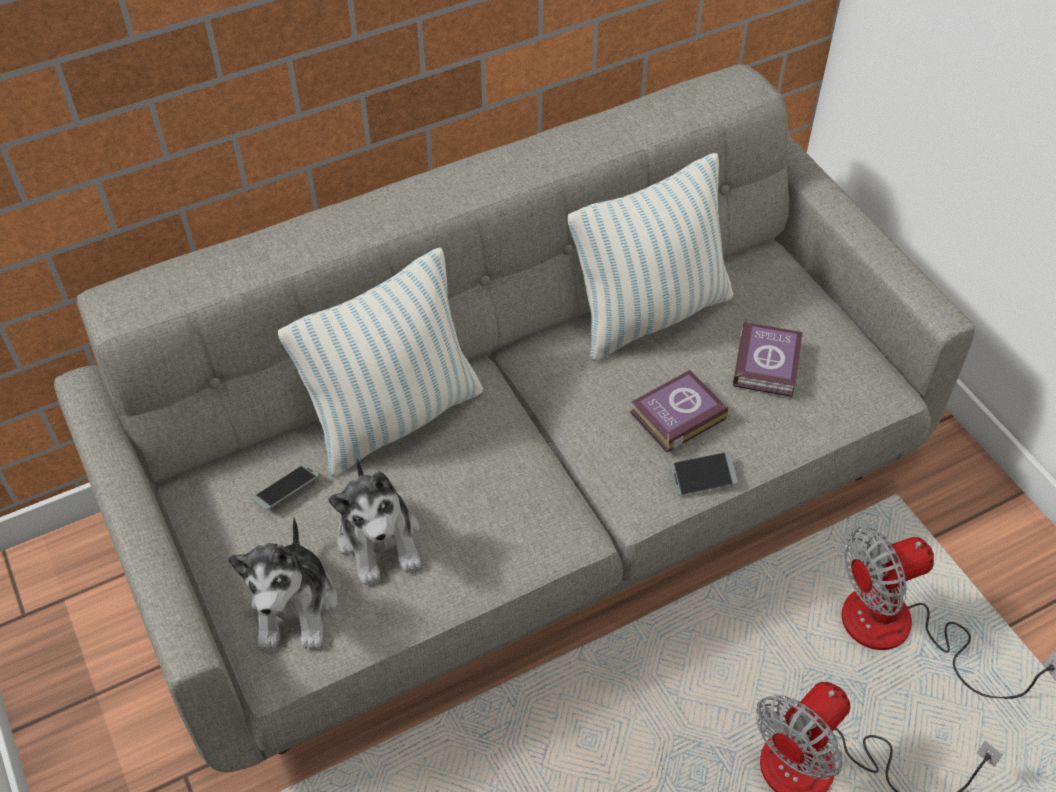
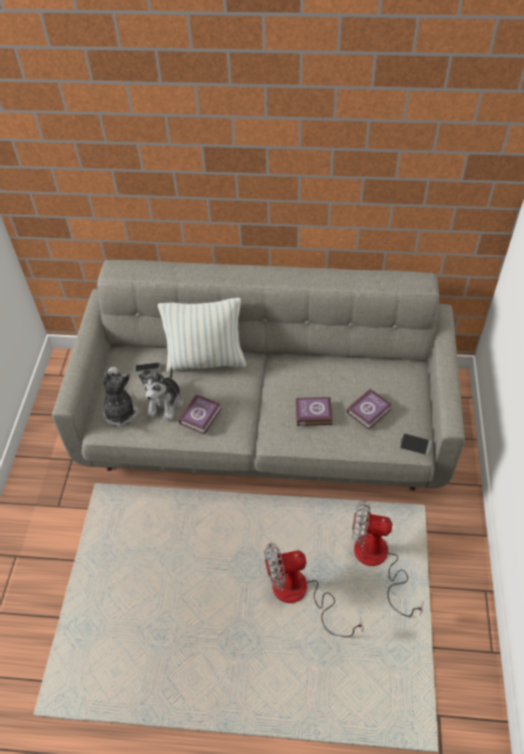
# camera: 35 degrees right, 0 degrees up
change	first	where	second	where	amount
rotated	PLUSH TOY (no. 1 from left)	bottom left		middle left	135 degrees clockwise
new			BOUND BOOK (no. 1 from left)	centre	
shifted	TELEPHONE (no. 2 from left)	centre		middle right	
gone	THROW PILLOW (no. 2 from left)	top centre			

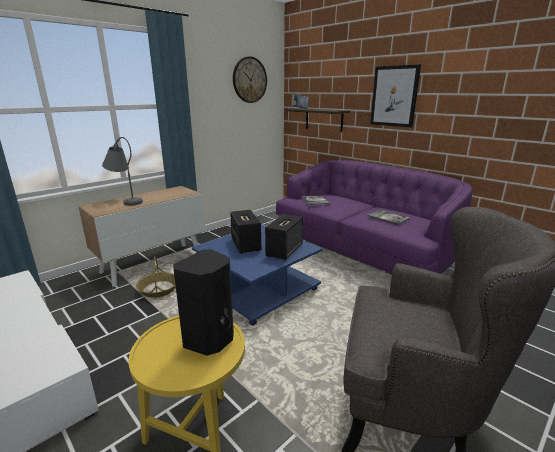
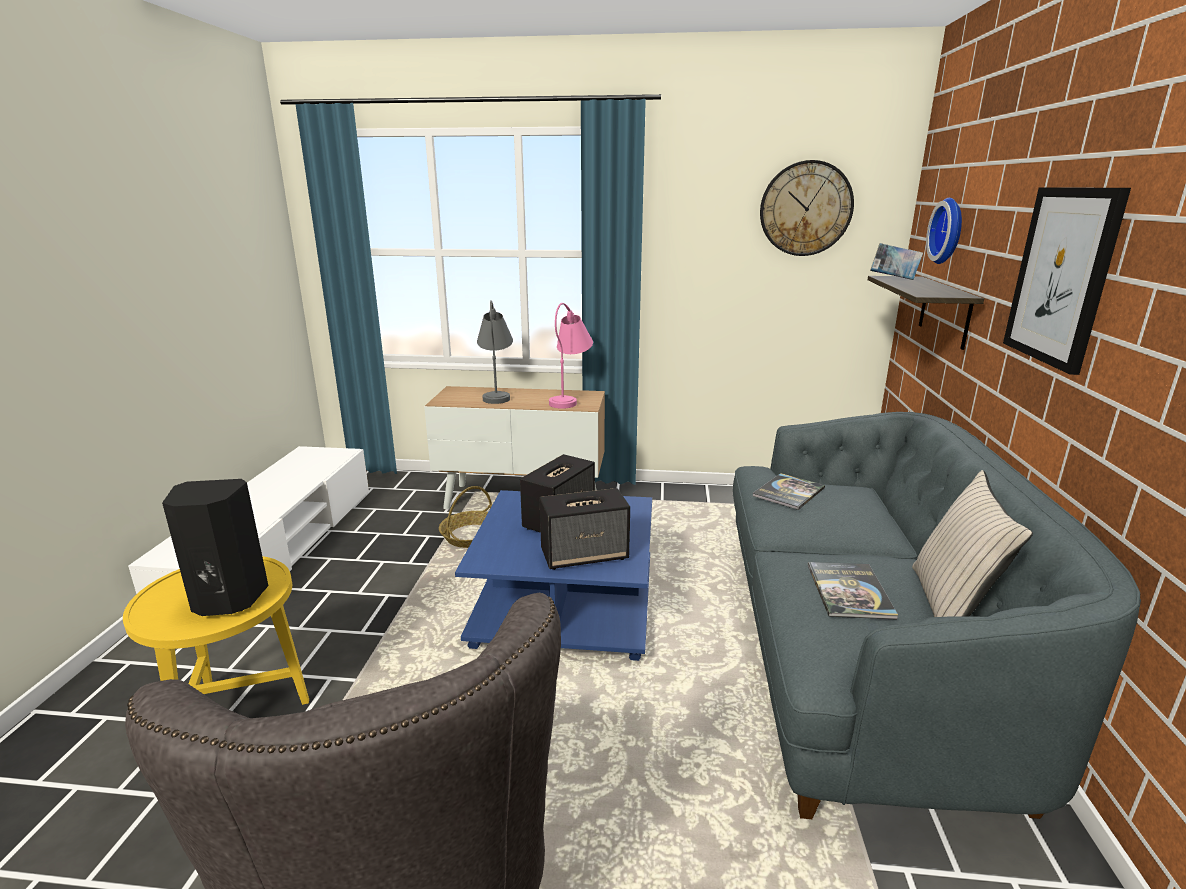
# camera: 50 degrees right, 0 degrees up
change	first	where	second	where	amount
new			PINKISH LAMP FOR A TABLE	centre	
repainted	PURPLE COUCH	middle right	GRAY COUCH	bottom right	
new			BEIGE-COLOURED THROW PILLOW	middle right	
new			HANGING CLOCK (no. 2 from left)	top right	

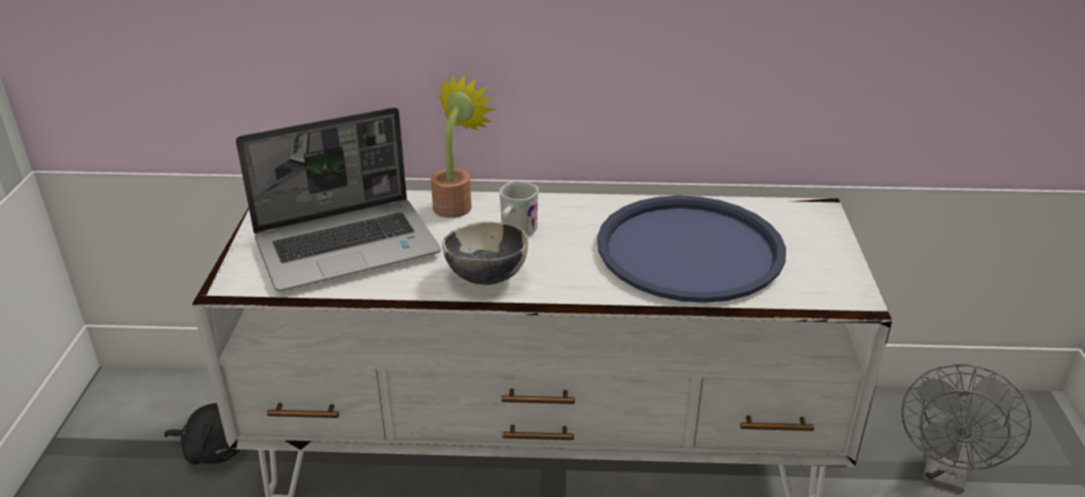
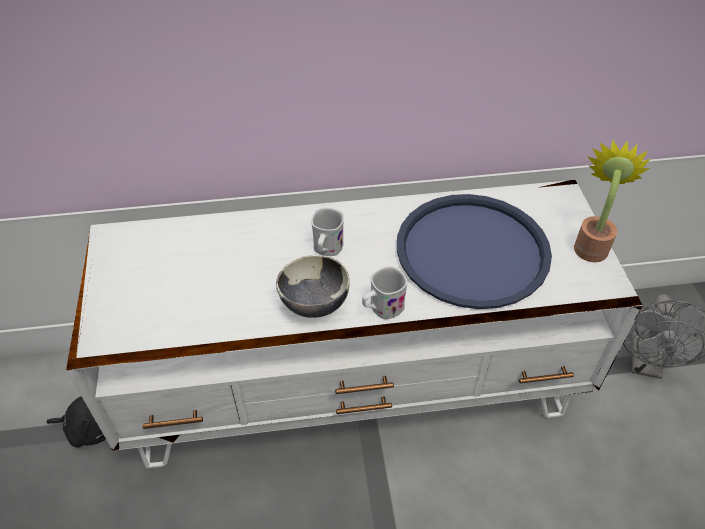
# camera: 10 degrees left, 15 degrees up
change	first	where	second	where	amount
new			WHITE-COLOURED TEA MUG (no. 2 from left)	centre	
shifted	POTTED PLANT	top centre		middle right	
gone	PORTABLE COMPUTER	middle left			

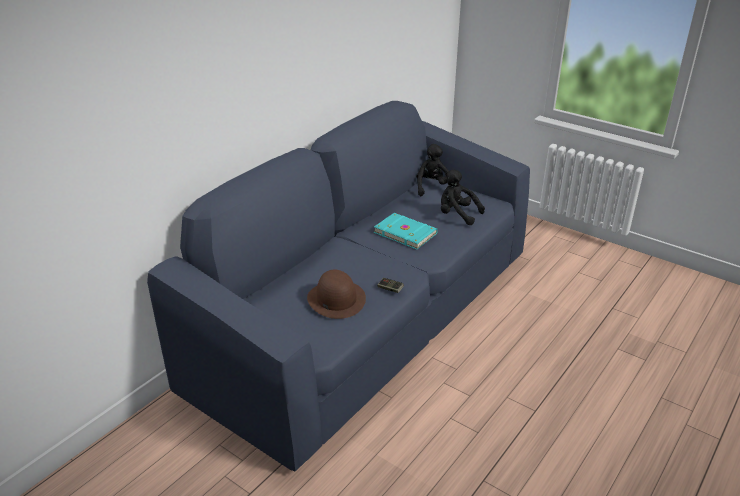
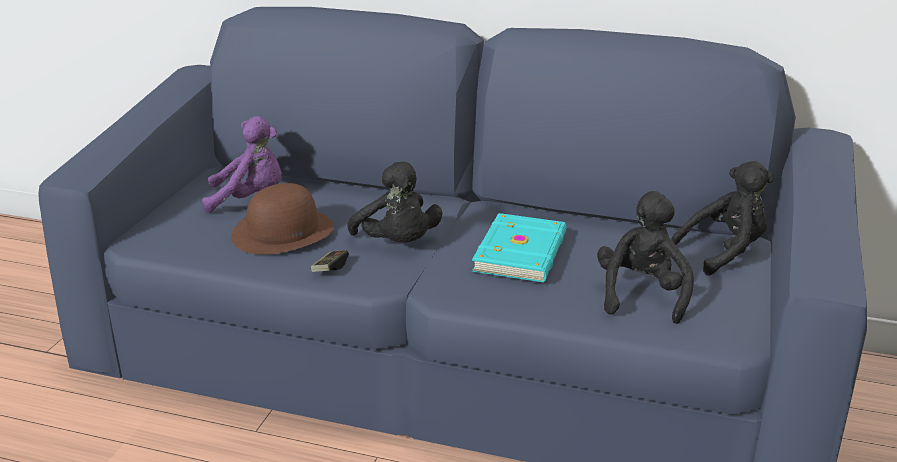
# camera: 70 degrees right, 5 degrees down
change	first	where	second	where	amount
new			PURPLE PLUSH TOY	middle left	
new			BLACKISH PLUSH TOY (no. 1 from left)	centre	

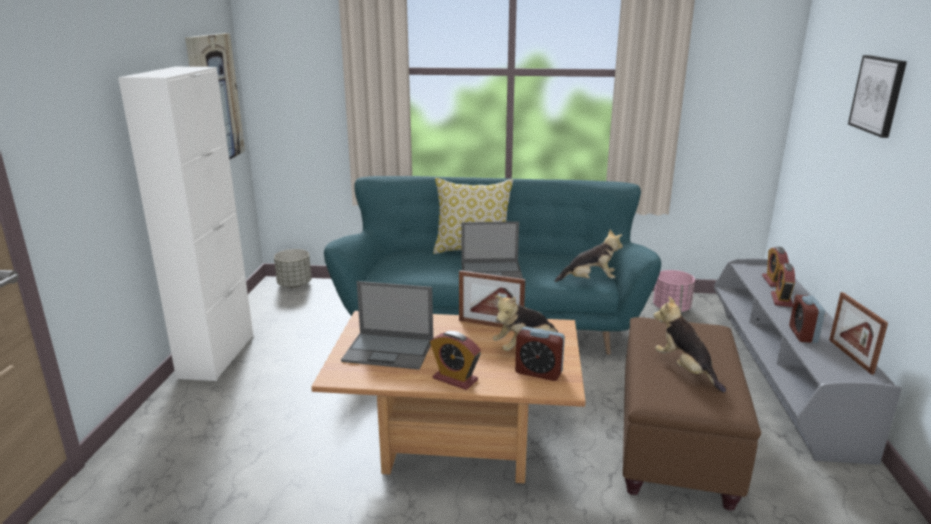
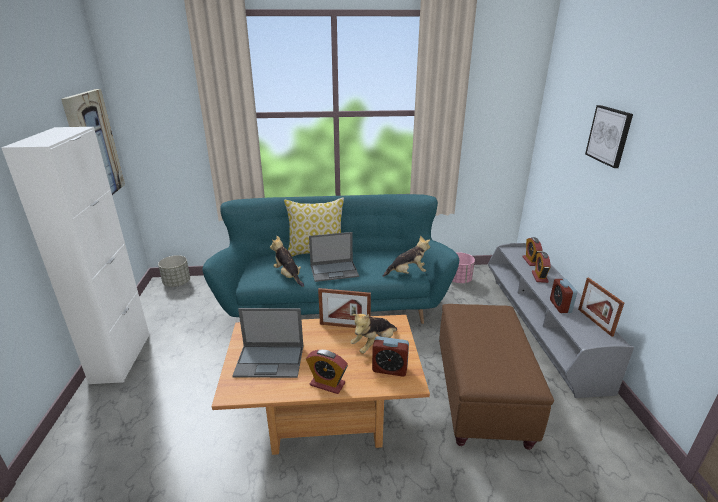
# camera: 10 degrees left, 5 degrees up
change	first	where	second	where	amount
shifted	PLUSH TOY (no. 3 from left in the first image)	middle right	PLUSH TOY (no. 1 from left)	centre	

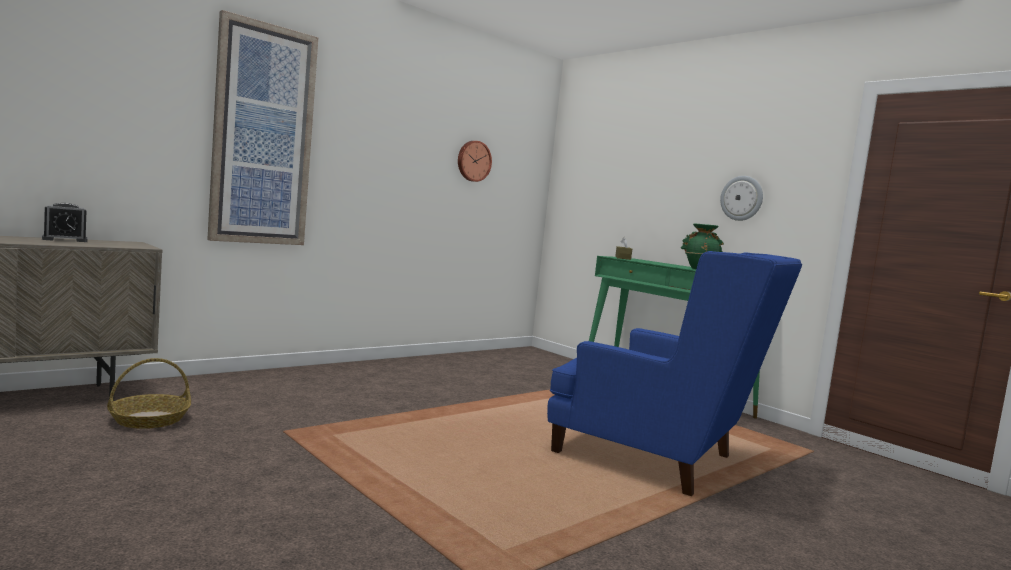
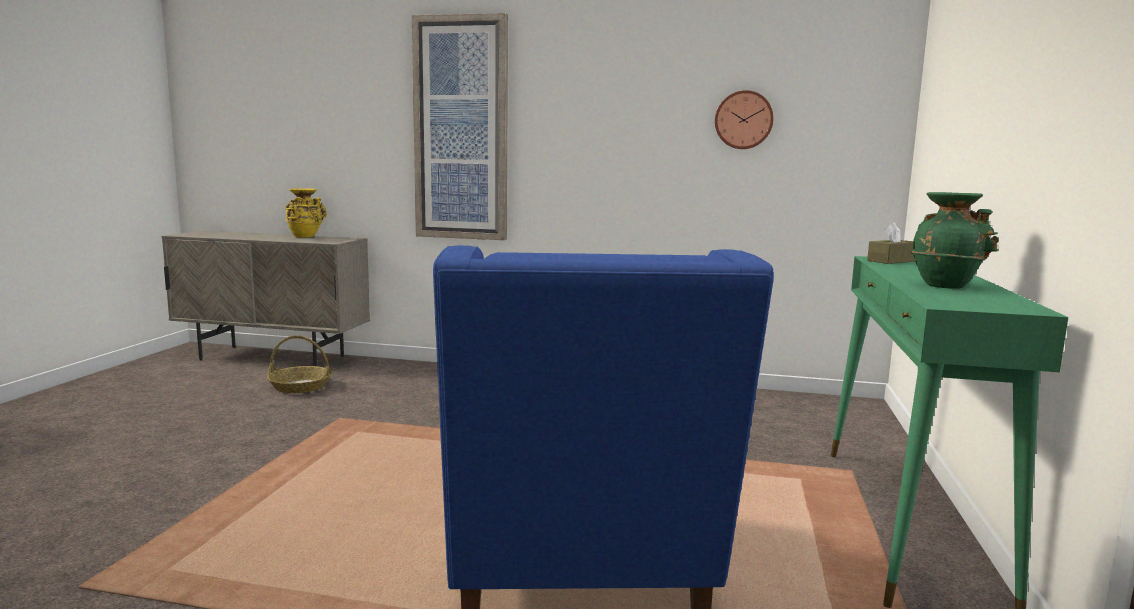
# camera: 55 degrees right, 5 degrees up
change	first	where	second	where	amount
swapped	ALARM CLOCK	middle left	YELLOW DECORATIVE VASE	middle left	
gone	HANGING CLOCK (no. 2 from left)	middle right			

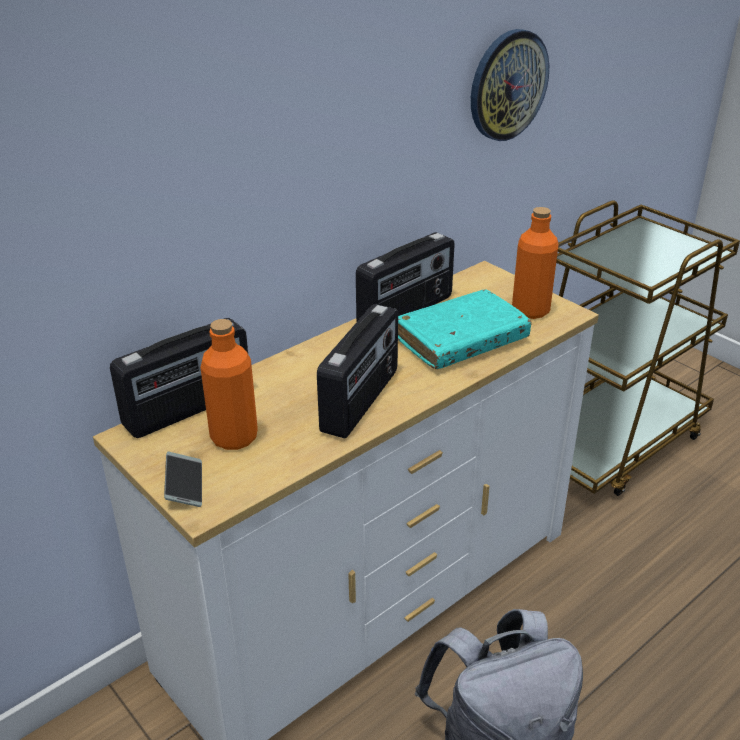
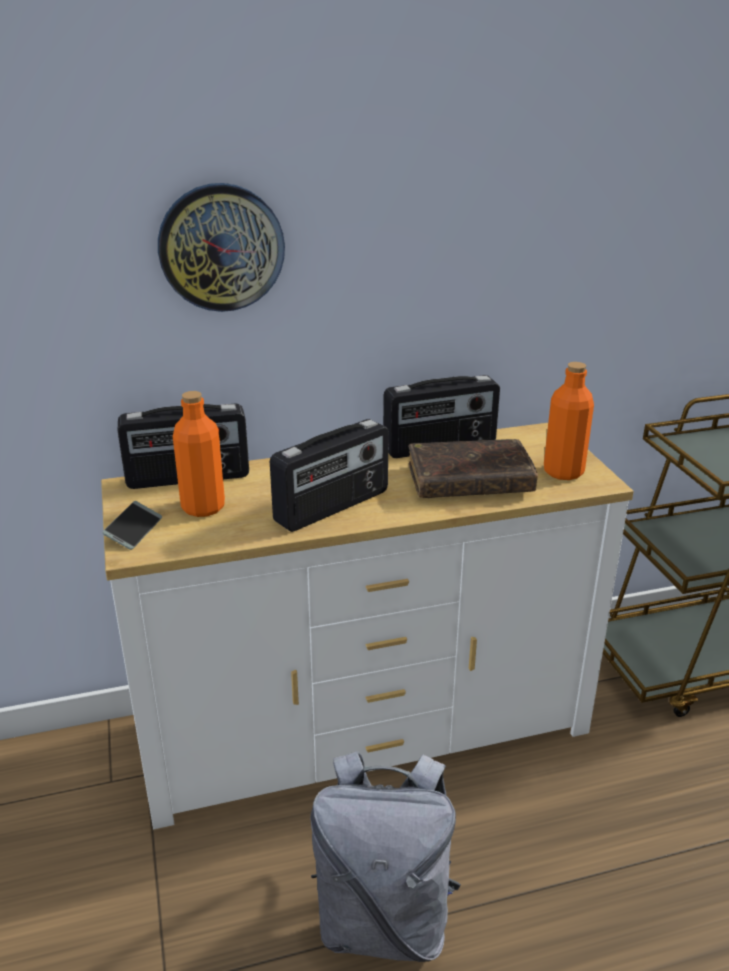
# camera: 25 degrees right, 5 degrees down
change	first	where	second	where	amount
shifted	HANGING CLOCK	top right		top left	
repainted	TURQUOISE BOUND BOOK	centre	BROWN BOUND BOOK	centre	

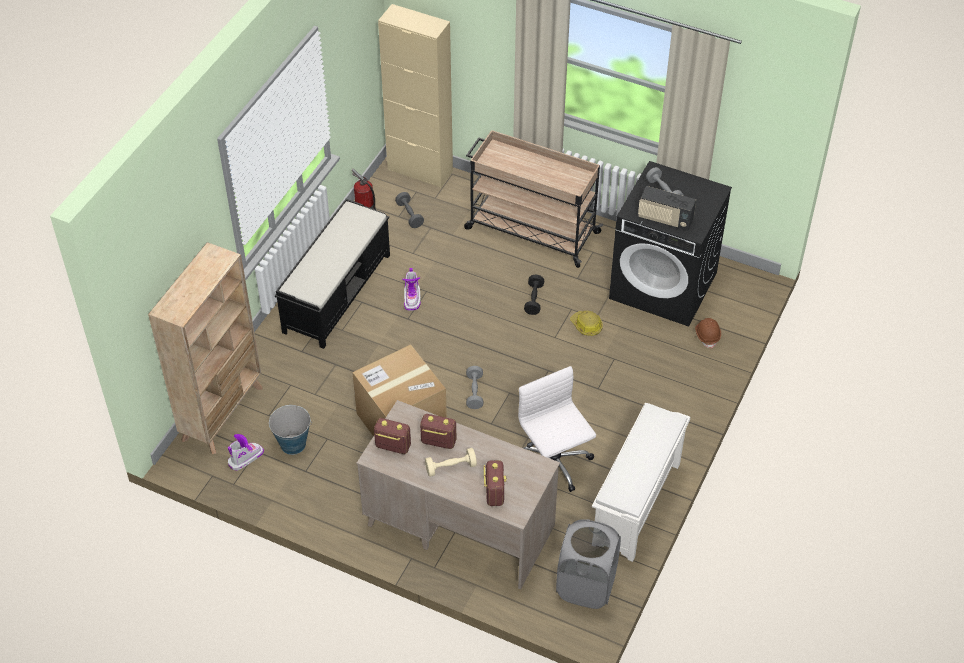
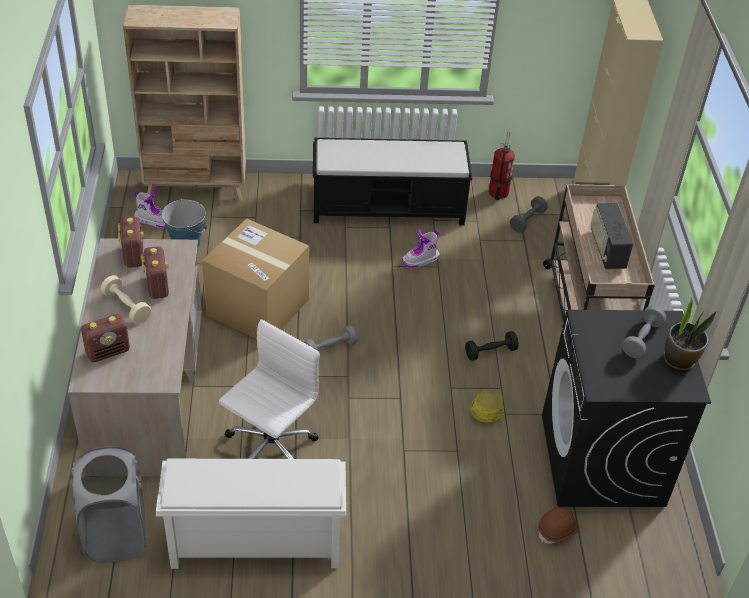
# camera: 60 degrees right, 5 degrees down
change	first	where	second	where	amount
shifted	RADIO RECEIVER (no. 4 from left)	top right		middle right	
new			POTTED PLANT	middle right	

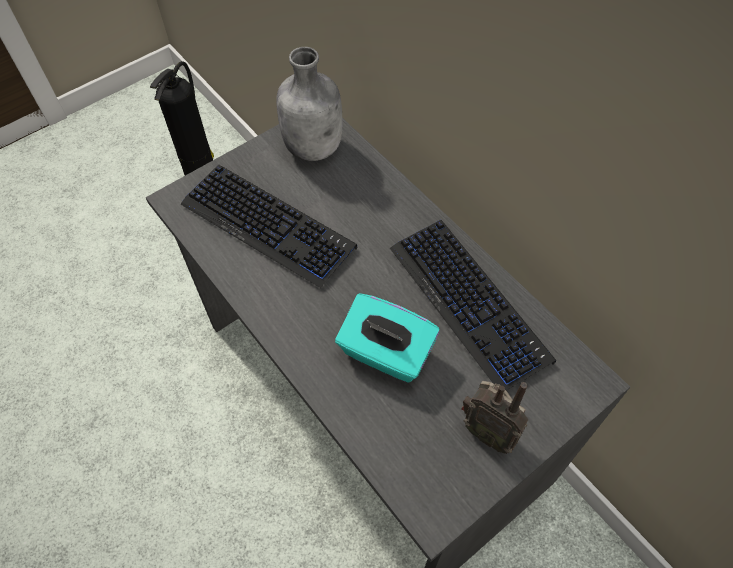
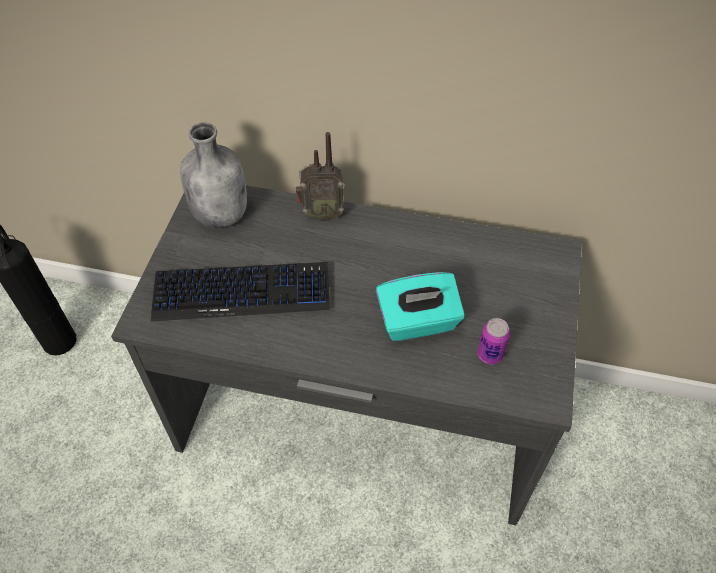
# camera: 40 degrees left, 5 degrees down
change	first	where	second	where	amount
shifted	RADIO RECEIVER	bottom right		top centre	
new			METAL CAN	middle right	
gone	PC KEYBOARD (no. 2 from left)	centre			

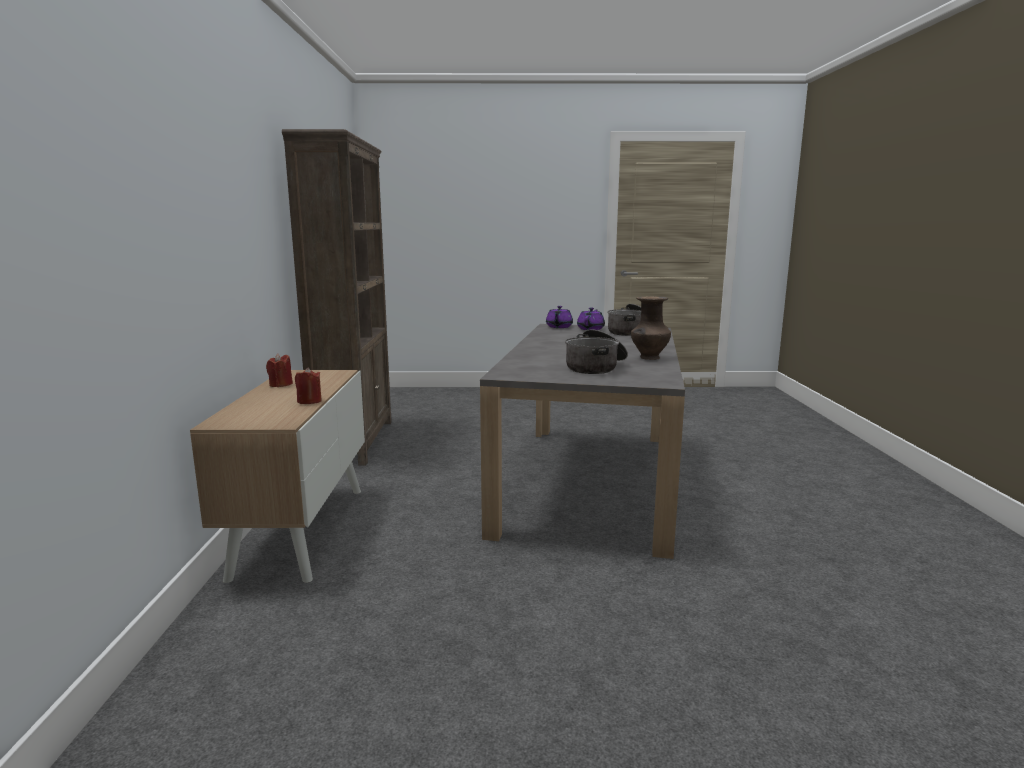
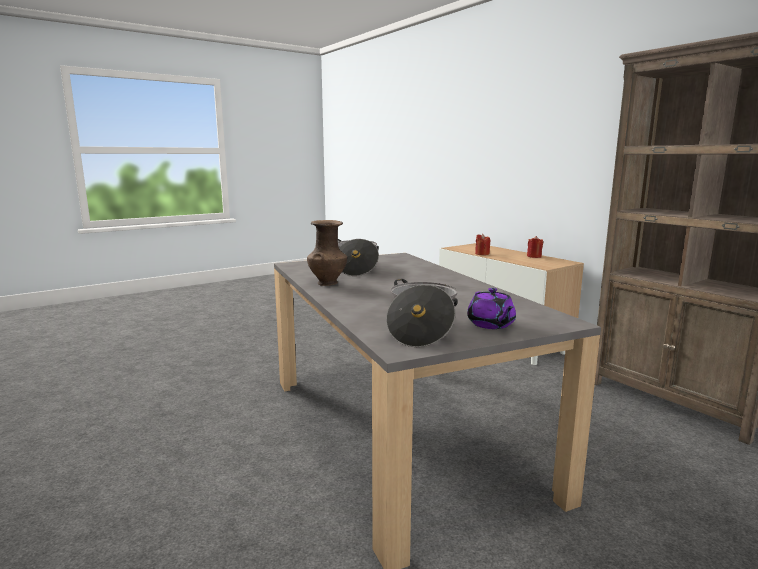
# camera: 145 degrees right, 0 degrees up
change	first	where	second	where	amount
gone	PURPLE TEA POT (no. 1 from left)	centre			

